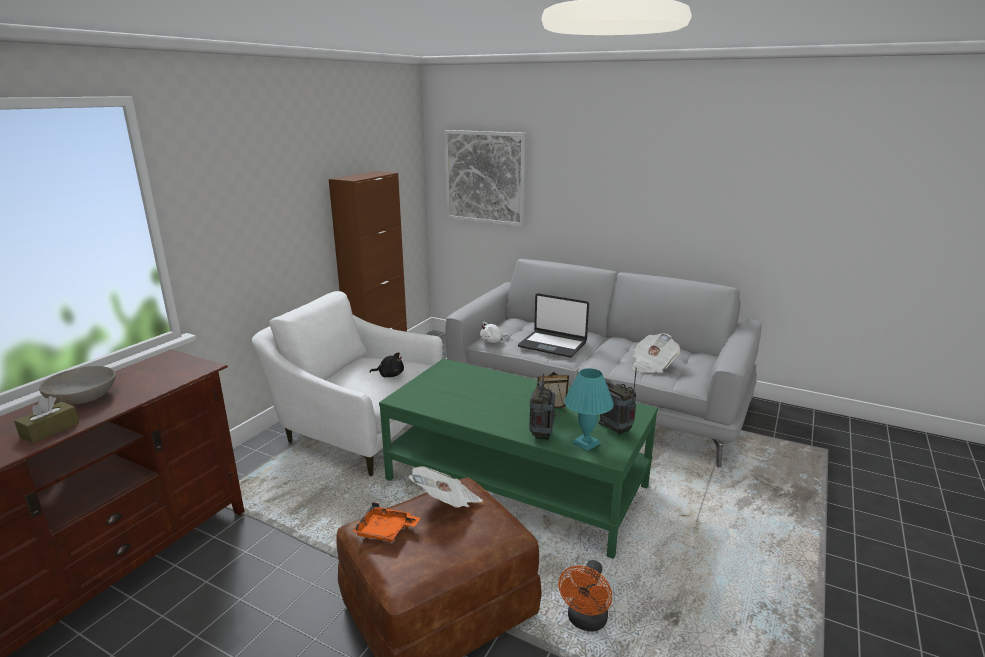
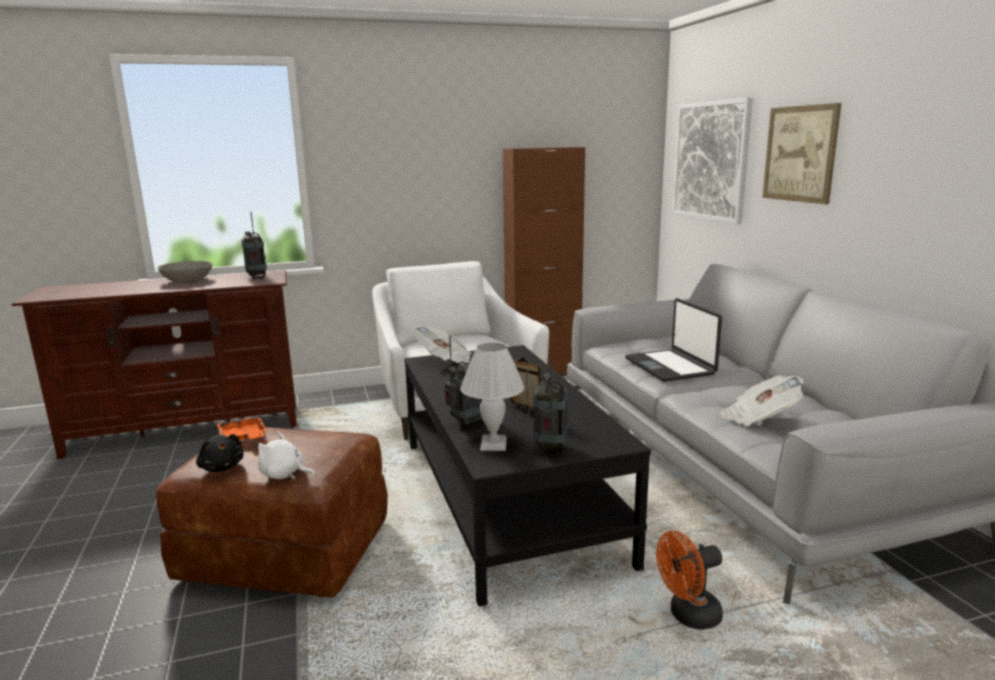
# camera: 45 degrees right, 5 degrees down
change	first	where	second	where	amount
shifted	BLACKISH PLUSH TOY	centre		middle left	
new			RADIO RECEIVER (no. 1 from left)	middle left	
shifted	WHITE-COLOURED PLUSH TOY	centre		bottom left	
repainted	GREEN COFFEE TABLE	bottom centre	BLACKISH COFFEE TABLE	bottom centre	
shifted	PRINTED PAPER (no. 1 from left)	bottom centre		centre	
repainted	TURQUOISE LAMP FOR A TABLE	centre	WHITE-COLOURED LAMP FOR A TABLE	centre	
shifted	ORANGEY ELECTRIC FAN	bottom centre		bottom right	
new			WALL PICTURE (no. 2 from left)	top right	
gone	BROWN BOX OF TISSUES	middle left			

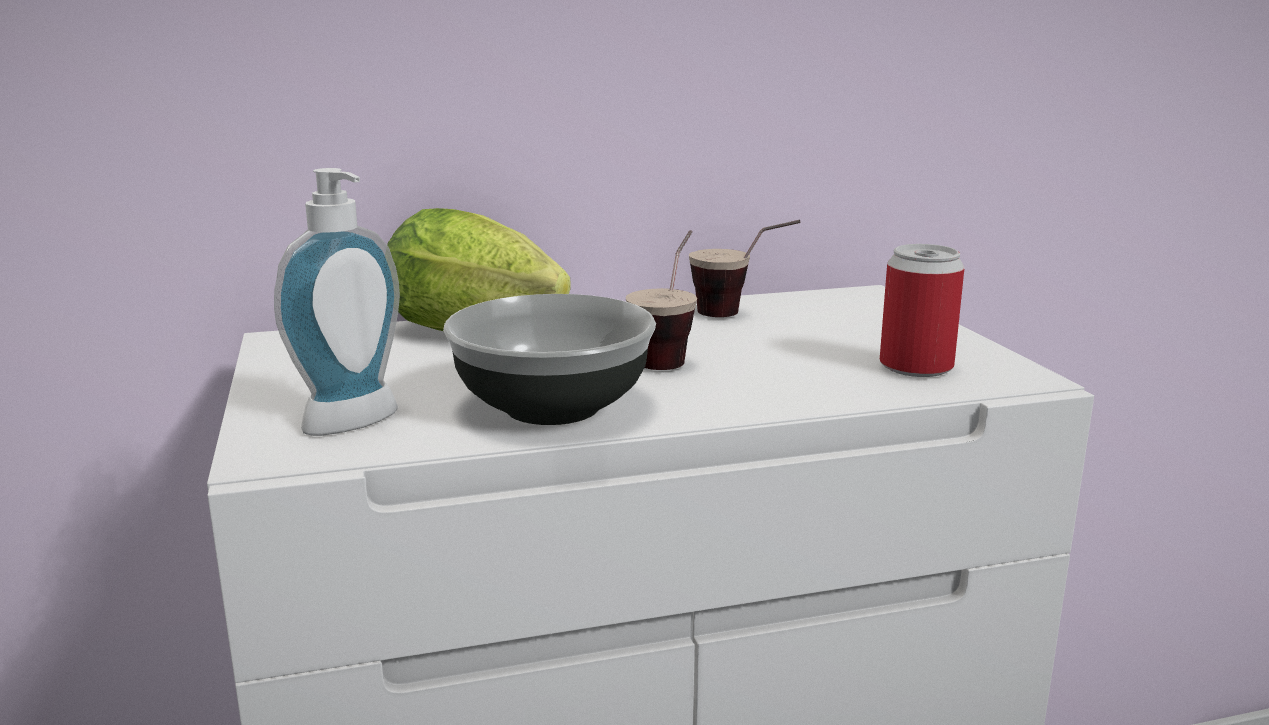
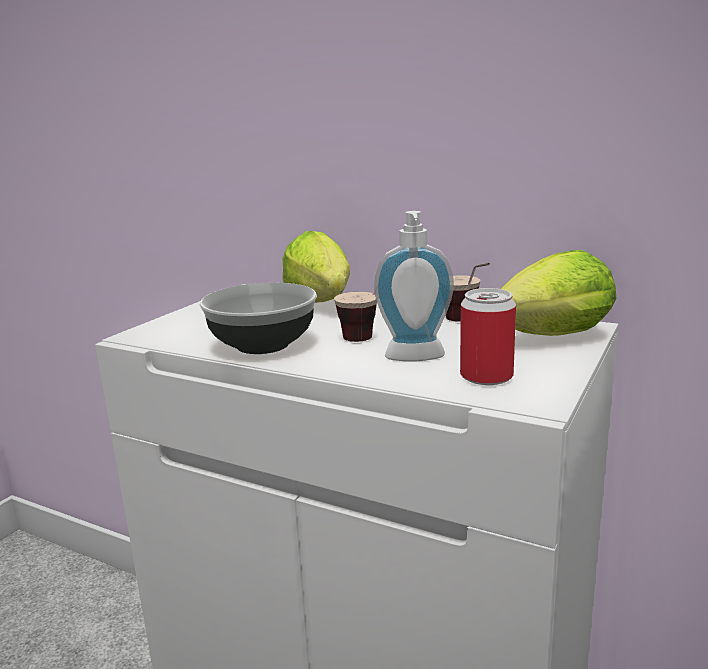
# camera: 45 degrees right, 0 degrees up
change	first	where	second	where	amount
shifted	SOAP DISPENSER	middle left		centre	
new			LETTUCE (no. 2 from left)	middle right	

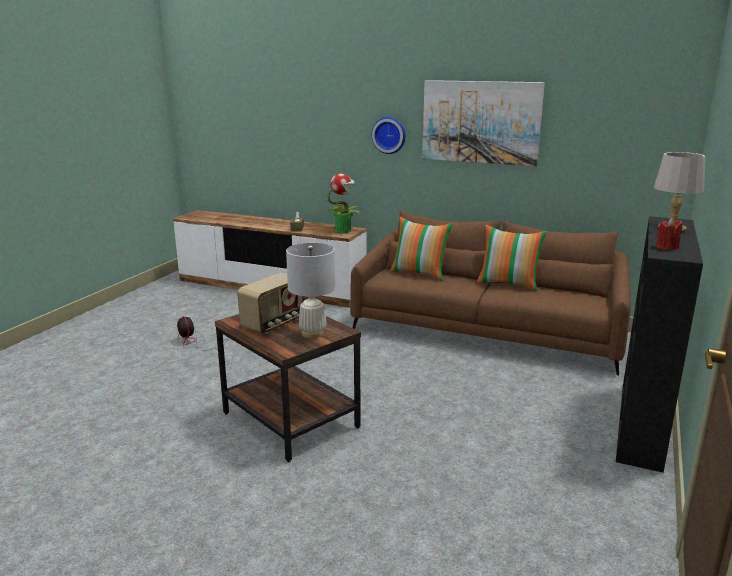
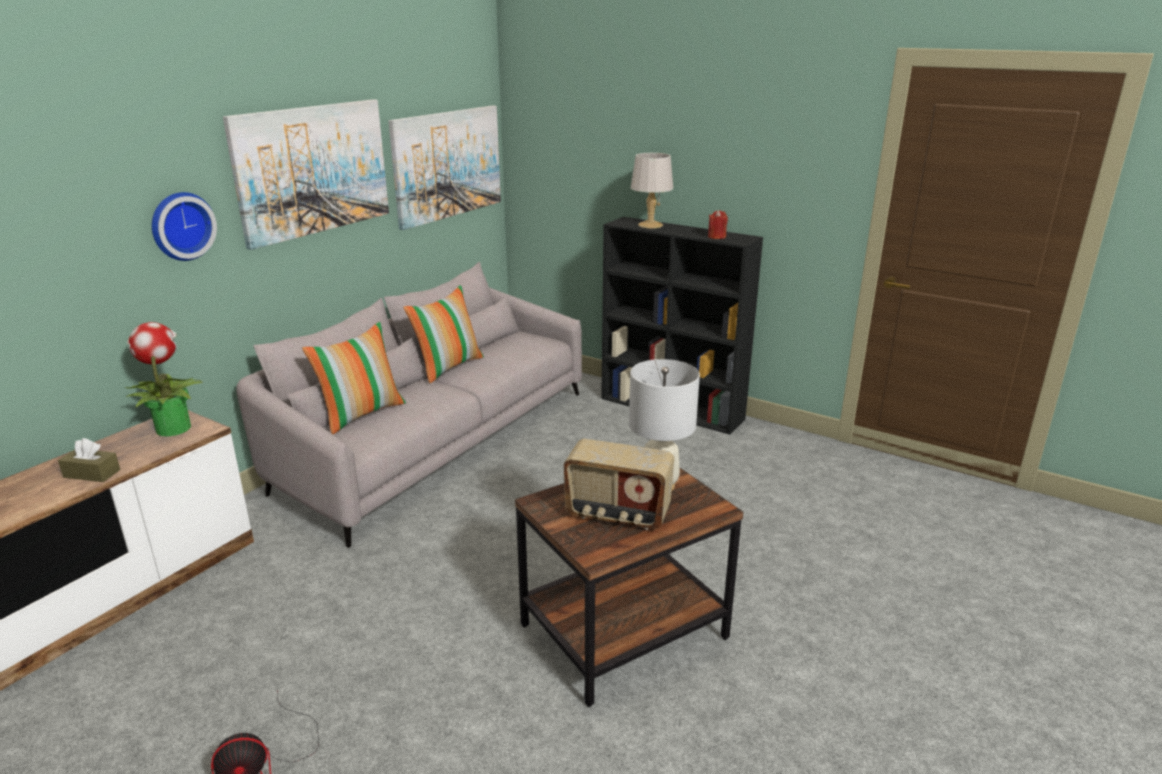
# camera: 80 degrees left, 5 degrees up
change	first	where	second	where	amount
repainted	BROWN COUCH	middle right	GRAY COUCH	centre	
new			WALL PICTURE (no. 2 from left)	top centre	
rotated	RADIO RECEIVER	centre		centre	150 degrees clockwise

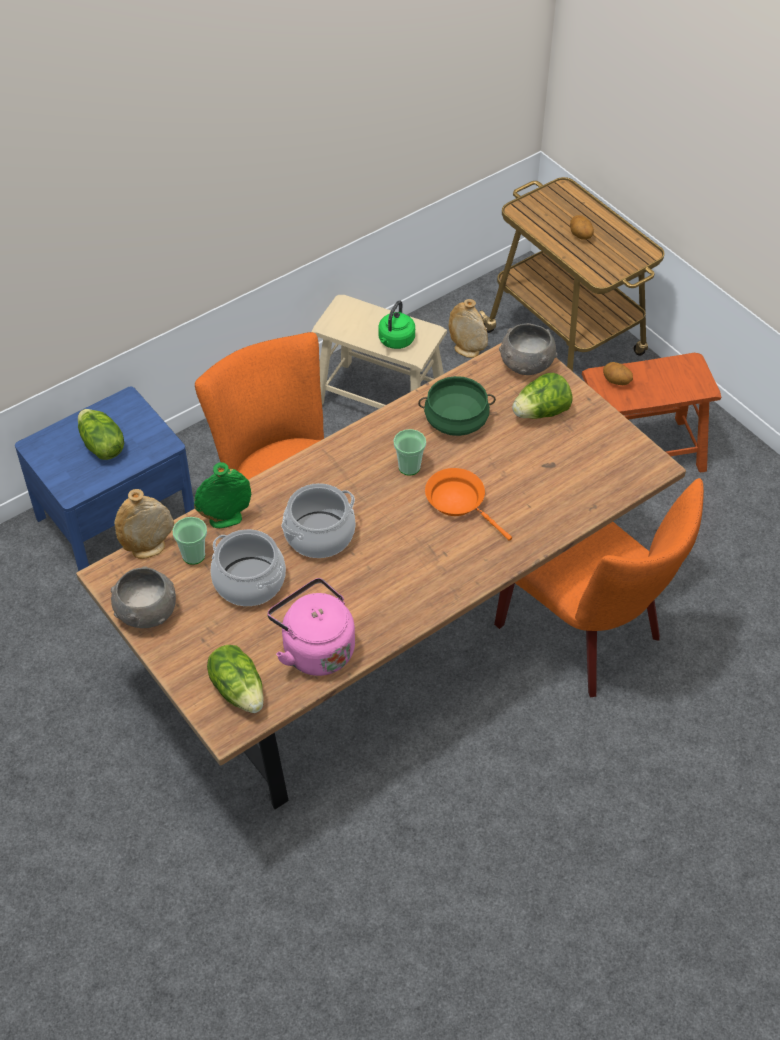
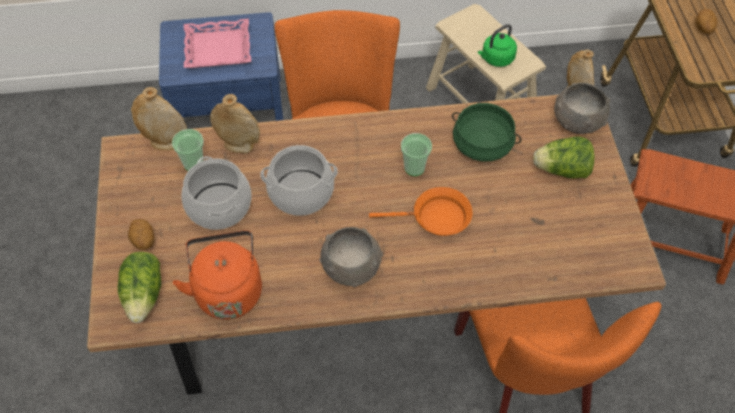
# camera: 30 degrees right, 5 degrees up
change	first	where	second	where	amount
shifted	POTATO (no. 2 from left in the first image)	middle right	POTATO (no. 1 from left)	middle left	
repainted	PINKISH KETTLE	centre	ORANGEY KETTLE	middle left	
swapped	LETTUCE (no. 1 from left)	middle left	PINKISH TRAY	top left	
repainted	GREEN DECORATIVE VASE	middle left	BEIGE-COLOURED DECORATIVE VASE (no. 2 from left)	top left	
shifted	GRAY DEEP DISH (no. 1 from left)	middle left		centre	
rotated	ORANGEY FRYING PAN	centre		centre	105 degrees clockwise

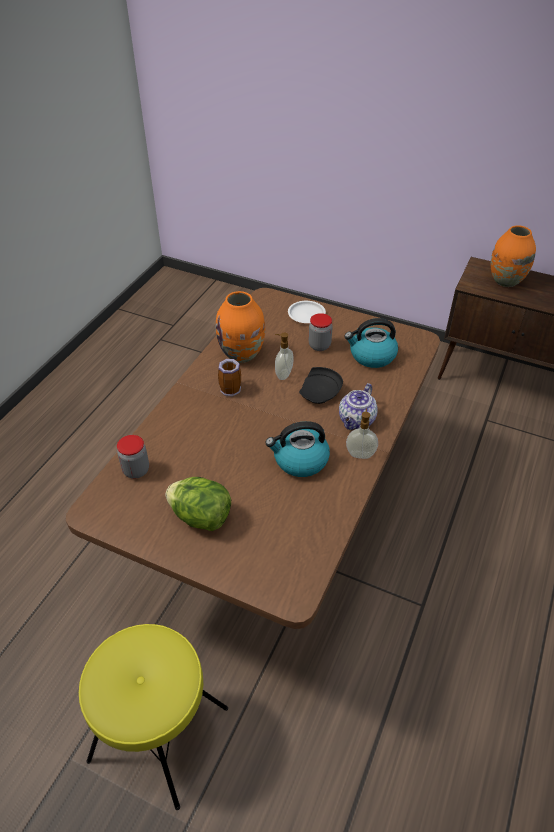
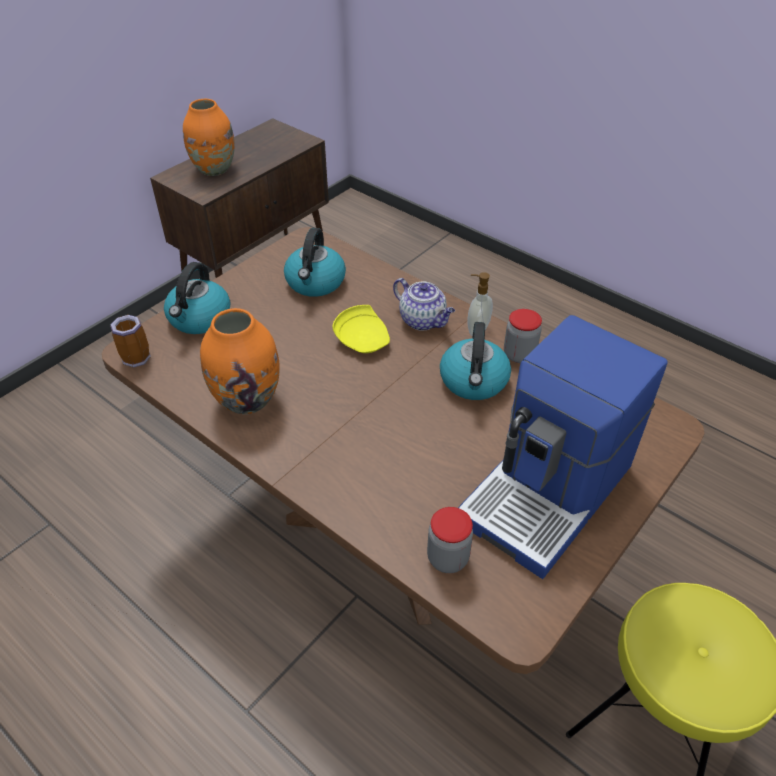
# camera: 75 degrees left, 0 degrees up
change	first	where	second	where	amount
shifted	TEA MUG	centre		middle left	
swapped	WHITE-COLOURED DINNER PLATE	centre	KETTLE (no. 1 from left)	middle left	
repainted	BLACKISH DINNER PLATE	centre	YELLOW DINNER PLATE	centre	
swapped	LETTUCE	centre	COFFEE MACHINE	middle right	
shifted	STORAGE JAR (no. 2 from left)	centre		middle right	
gone	SOAP DISPENSER (no. 1 from left)	centre			

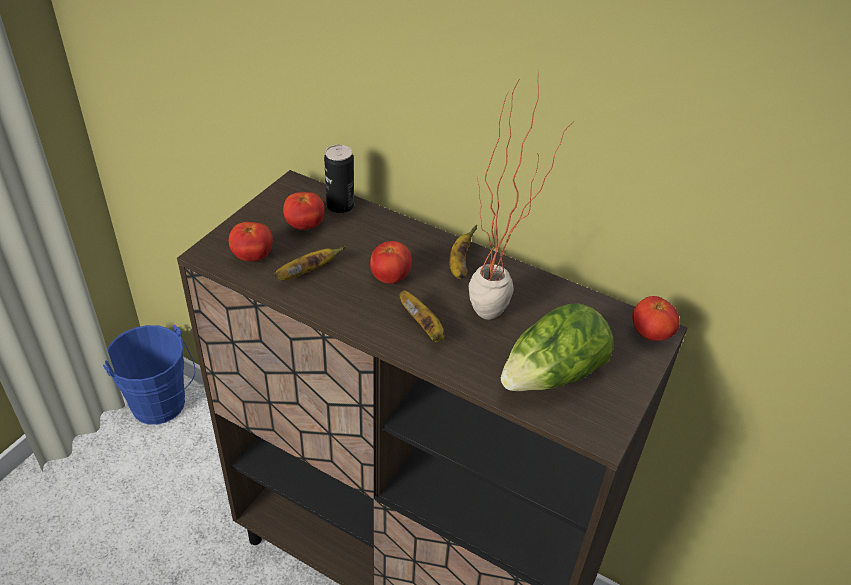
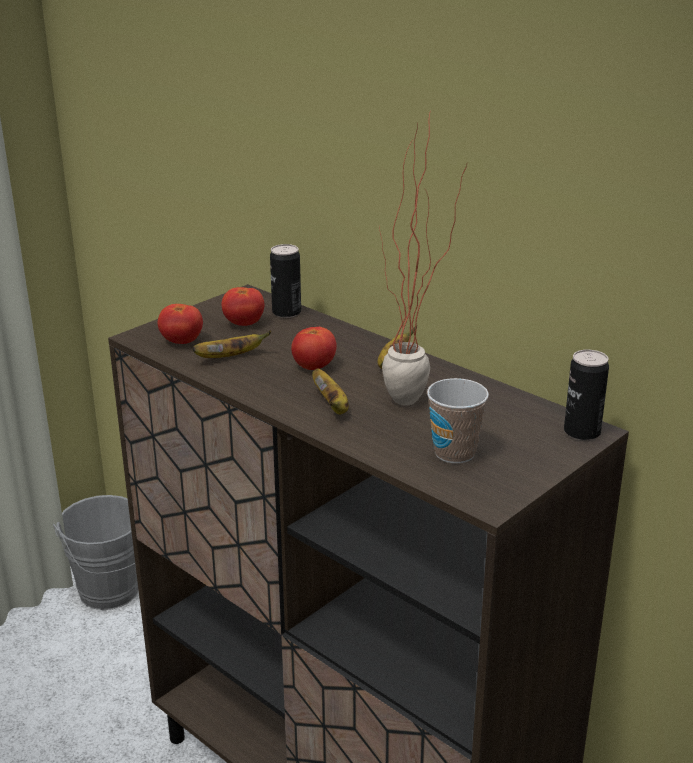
# camera: 15 degrees right, 15 degrees down
change	first	where	second	where	amount
repainted	BLUISH BUCKET	middle left	GRAY BUCKET	bottom left	
swapped	LETTUCE	centre	SMALL CUP	centre	
swapped	FRESH TOMATO (no. 4 from left)	middle right	METAL CAN (no. 2 from left)	middle right	

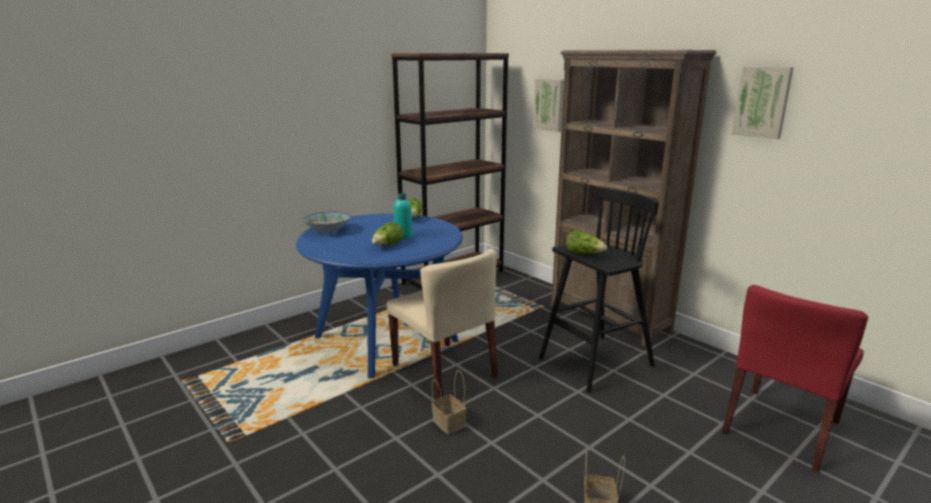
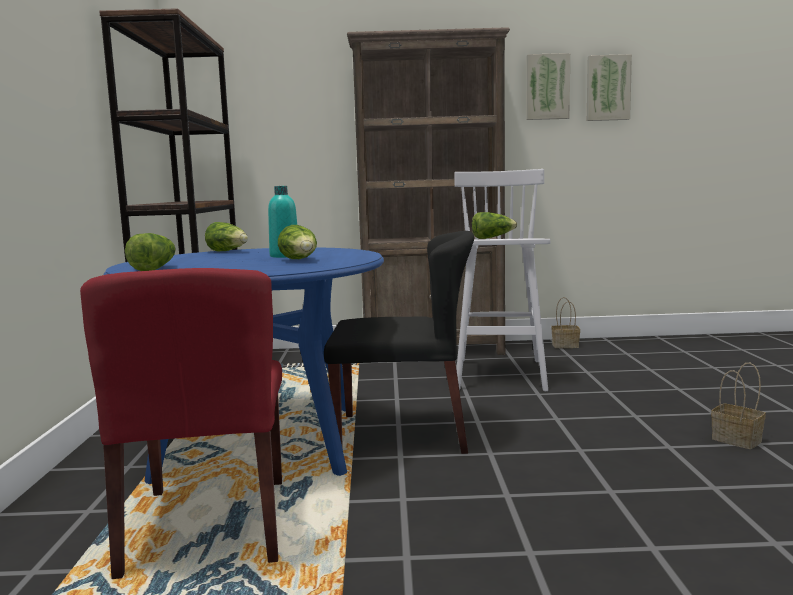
# camera: 50 degrees left, 10 degrees down
change	first	where	second	where	amount
shifted	RED UPRIGHT CHAIR	bottom right		bottom left	
swapped	DEEP DISH	centre	LETTUCE (no. 1 from left)	middle left	
repainted	BEIGE-COLOURED UPRIGHT CHAIR	centre	BLACKISH UPRIGHT CHAIR	centre	
repainted	BLACKISH STOOL	centre	WHITE-COLOURED STOOL	centre	
shifted	HOUSEHOLD BASKET (no. 1 from left)	bottom centre		middle right	
shifted	WALL PICTURE (no. 1 from left in the first image)	top centre	WALL PICTURE (no. 2 from left)	top right	

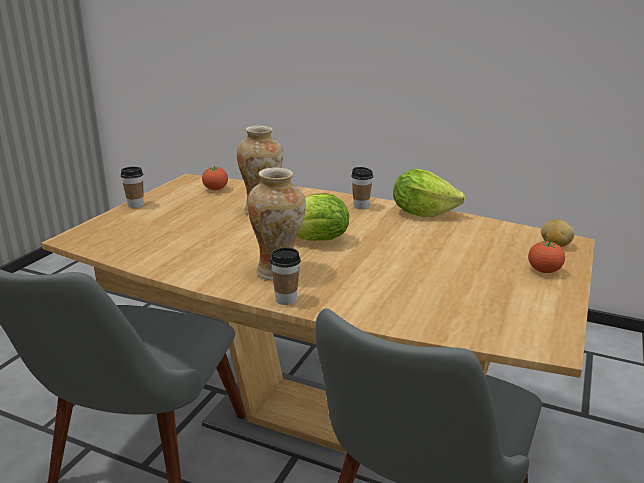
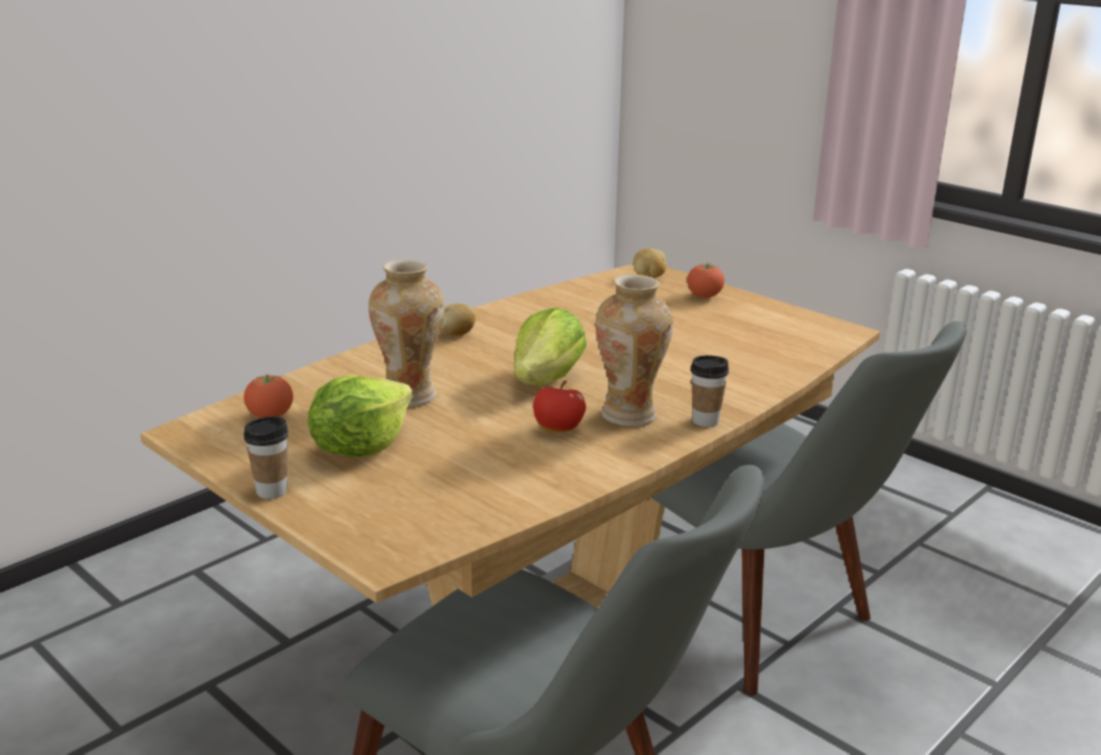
# camera: 70 degrees left, 0 degrees up
change	first	where	second	where	amount
shifted	LETTUCE (no. 2 from left in the first image)	centre	LETTUCE (no. 1 from left)	middle left	
swapped	SMALL CUP (no. 3 from left)	centre	POTATO (no. 1 from left)	centre	
new			APPLE FRUIT	centre	

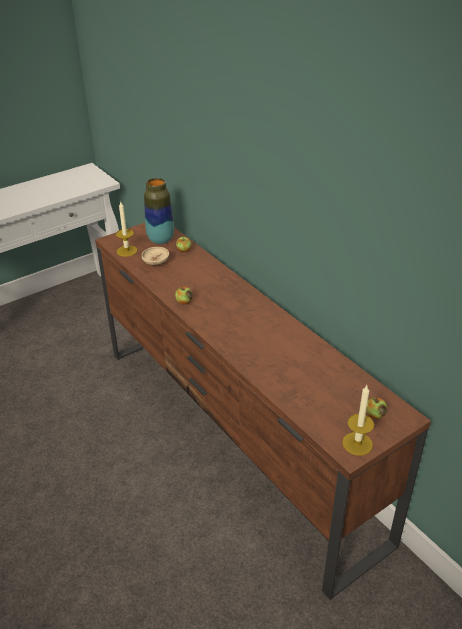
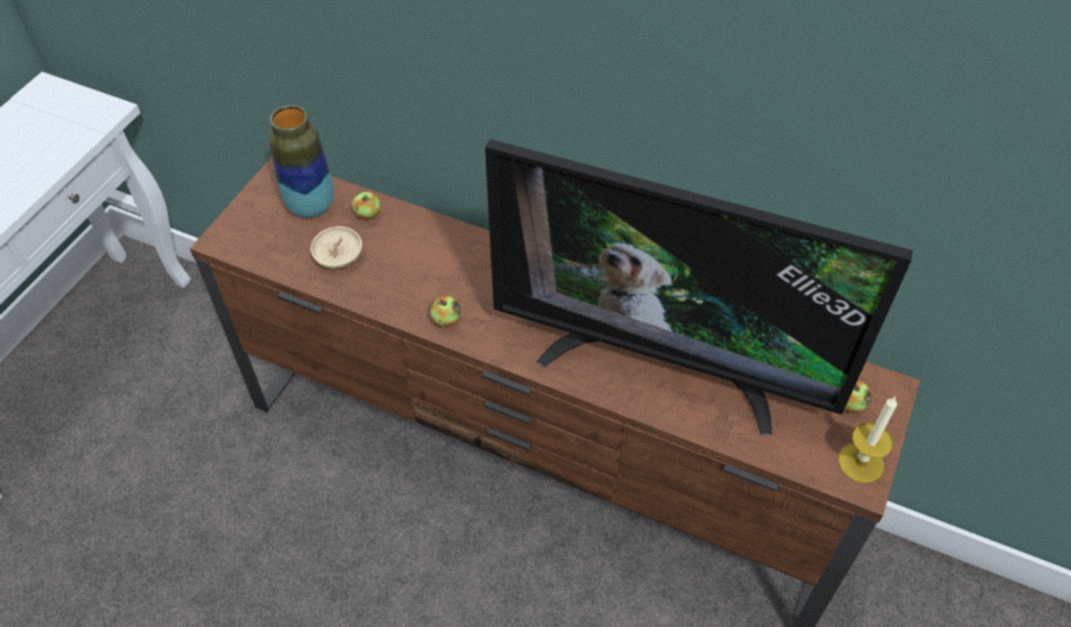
# camera: 30 degrees left, 15 degrees up
change	first	where	second	where	amount
new			TELEVISION	centre	
gone	CANDLE (no. 1 from left)	middle left			

